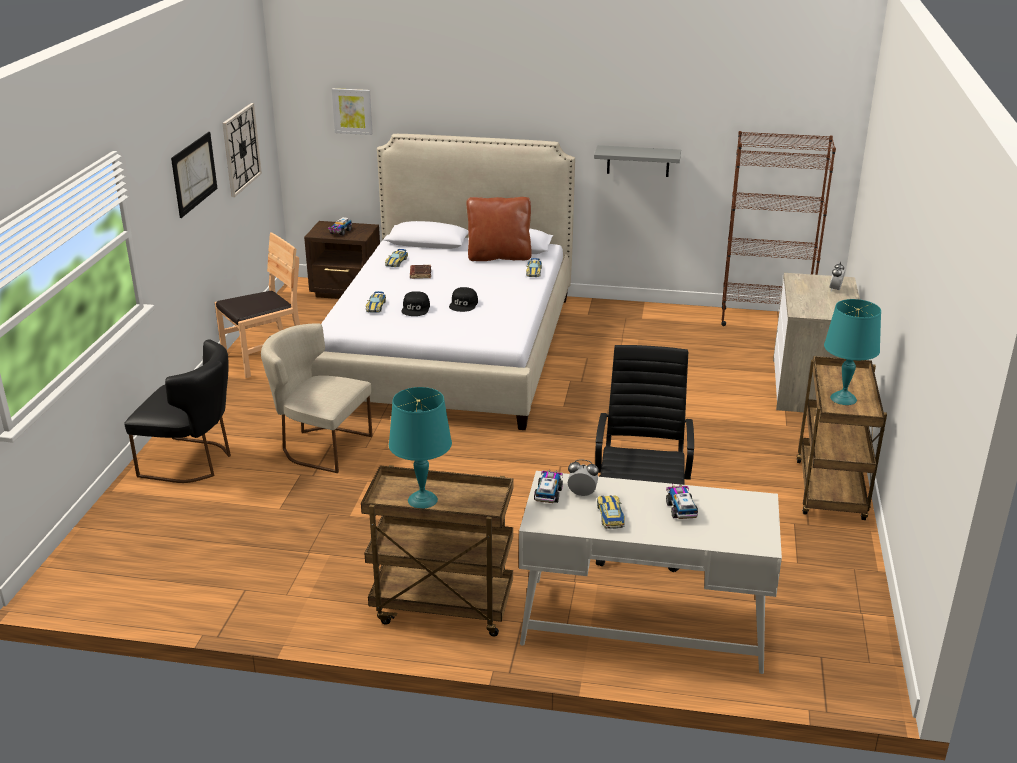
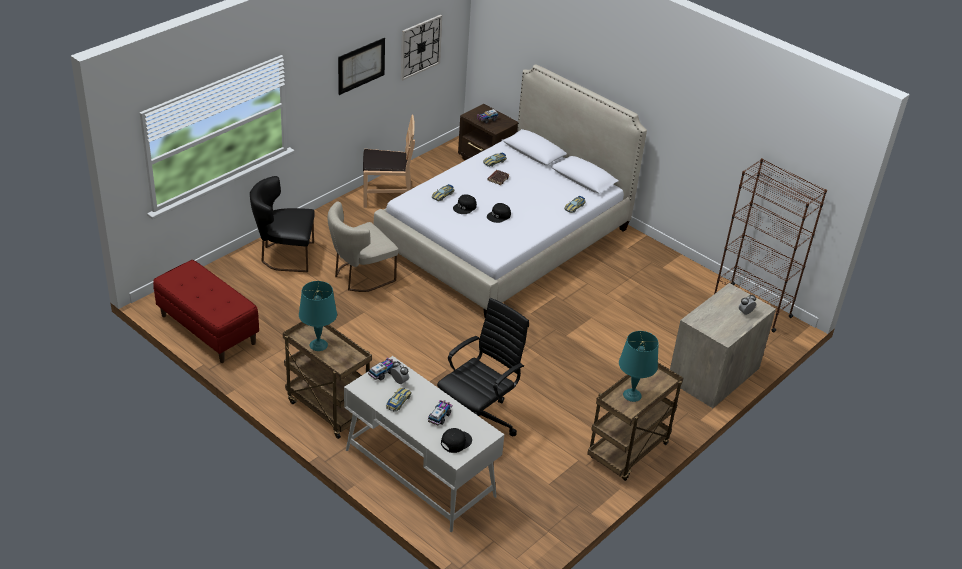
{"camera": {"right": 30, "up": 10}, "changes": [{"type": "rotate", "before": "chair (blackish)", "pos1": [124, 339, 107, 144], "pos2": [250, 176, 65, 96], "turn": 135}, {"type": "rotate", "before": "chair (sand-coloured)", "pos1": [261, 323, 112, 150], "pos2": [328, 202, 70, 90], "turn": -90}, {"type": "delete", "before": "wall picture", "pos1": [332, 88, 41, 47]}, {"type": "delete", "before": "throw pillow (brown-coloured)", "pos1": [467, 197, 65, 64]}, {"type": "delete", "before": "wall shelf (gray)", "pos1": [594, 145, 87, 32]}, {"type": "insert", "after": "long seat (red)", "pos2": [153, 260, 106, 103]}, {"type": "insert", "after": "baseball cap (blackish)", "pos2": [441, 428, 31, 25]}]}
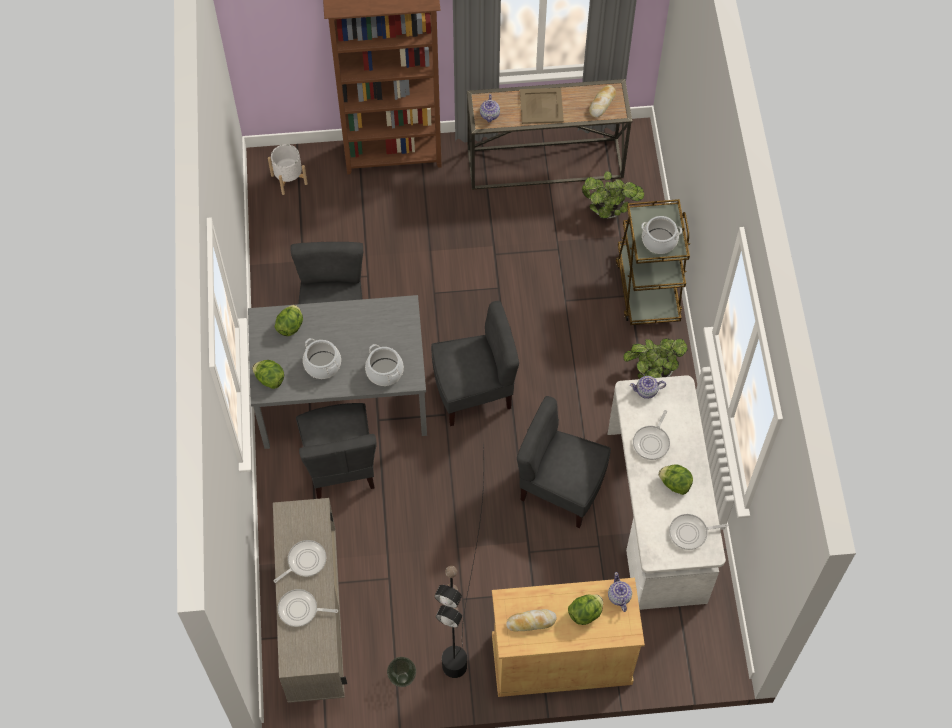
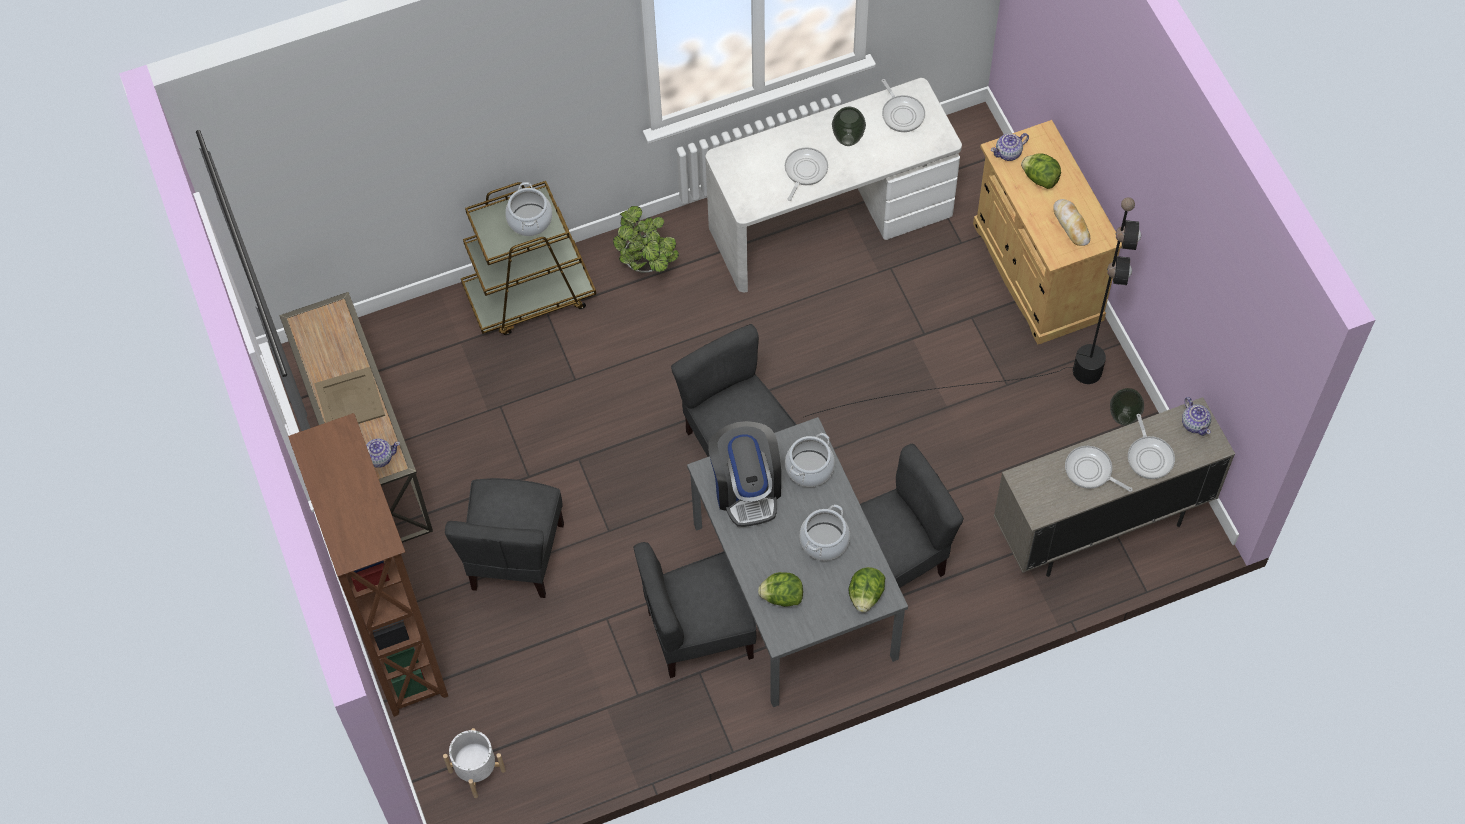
{"camera": {"right": -105, "up": 0}, "changes": [{"type": "move", "before": "chair (gray)", "pos1": [517, 396, 94, 132], "pos2": [445, 478, 119, 120]}, {"type": "delete", "before": "potted plant", "pos1": [582, 171, 62, 47]}, {"type": "delete", "before": "bakery bread", "pos1": [589, 85, 27, 33]}, {"type": "move", "before": "tea pot", "pos1": [630, 376, 36, 23], "pos2": [1182, 397, 29, 39]}, {"type": "rotate", "before": "frying pan", "pos1": [633, 410, 37, 50], "pos2": [785, 147, 43, 54], "turn": -75}, {"type": "replace", "before": "lettuce head", "after": "flower vase", "pos1": [658, 464, 35, 31], "pos2": [832, 107, 34, 39]}, {"type": "insert", "after": "coffee maker", "pos2": [708, 421, 73, 106]}]}
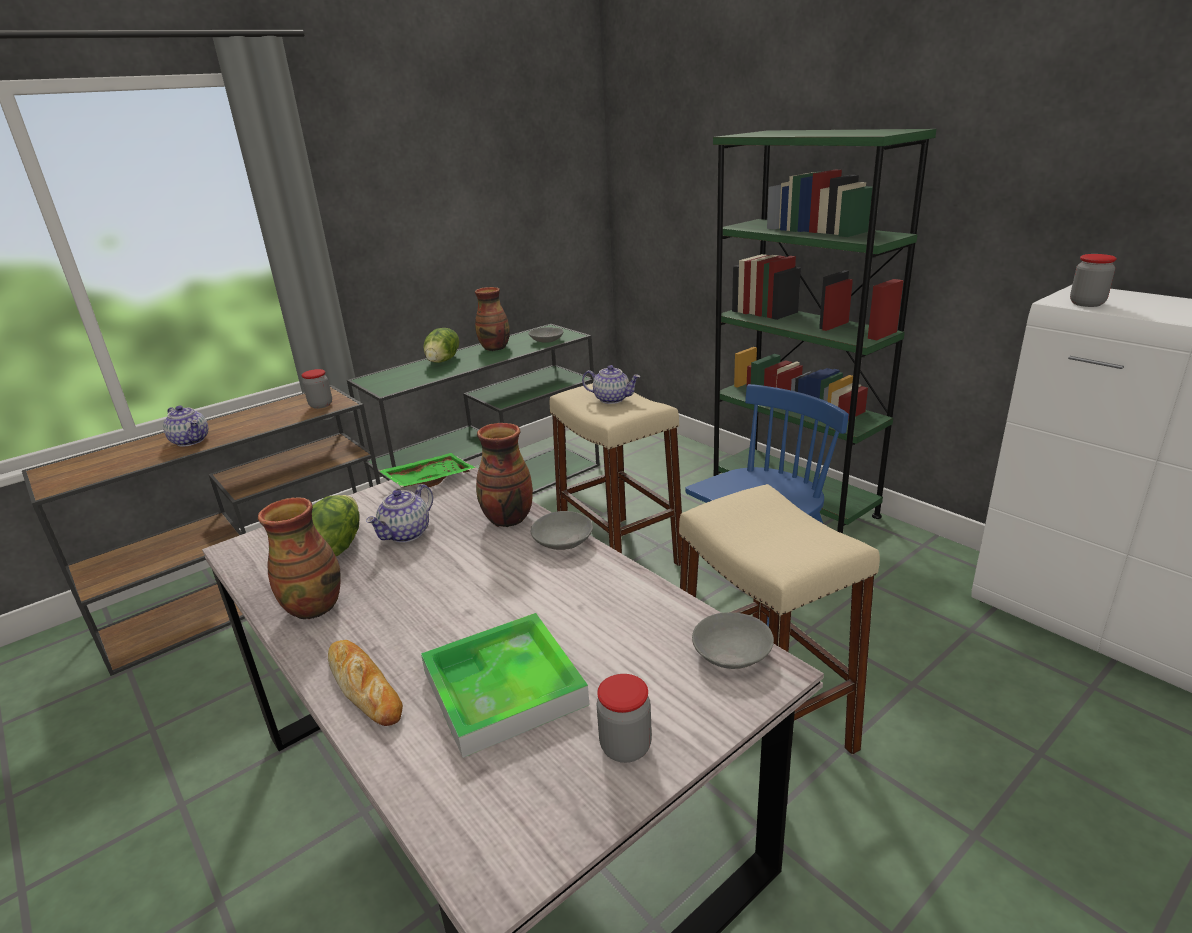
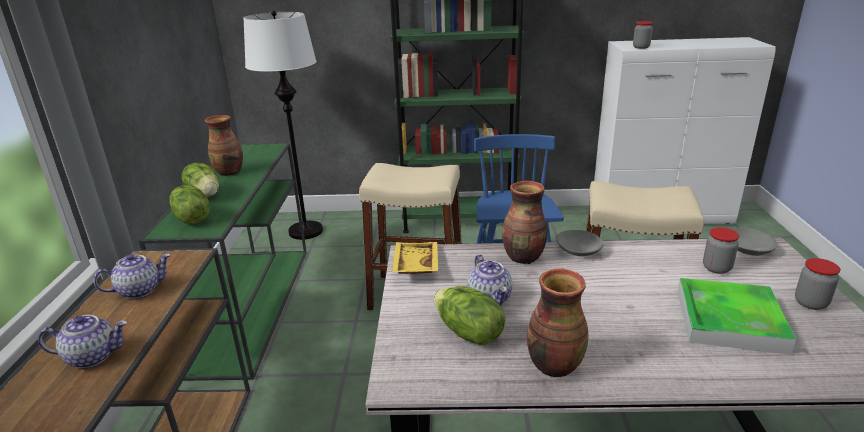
{"camera": {"right": -50, "up": 0}, "changes": [{"type": "move", "before": "storage jar", "pos1": [302, 369, 30, 40], "pos2": [703, 227, 36, 47]}, {"type": "delete", "before": "bakery bread", "pos1": [328, 640, 75, 86]}, {"type": "recolor", "before": "serving tray (greenish)", "after": "serving tray (yellowish)", "pos1": [378, 453, 97, 34], "pos2": [392, 242, 46, 32]}, {"type": "delete", "before": "serving bowl (gray)", "pos1": [528, 327, 36, 16]}, {"type": "move", "before": "tea pot", "pos1": [582, 365, 59, 39], "pos2": [94, 254, 77, 45]}, {"type": "insert", "after": "lettuce head", "pos2": [169, 186, 41, 38]}, {"type": "insert", "after": "floor lamp (whitish)", "pos2": [243, 11, 80, 229]}]}
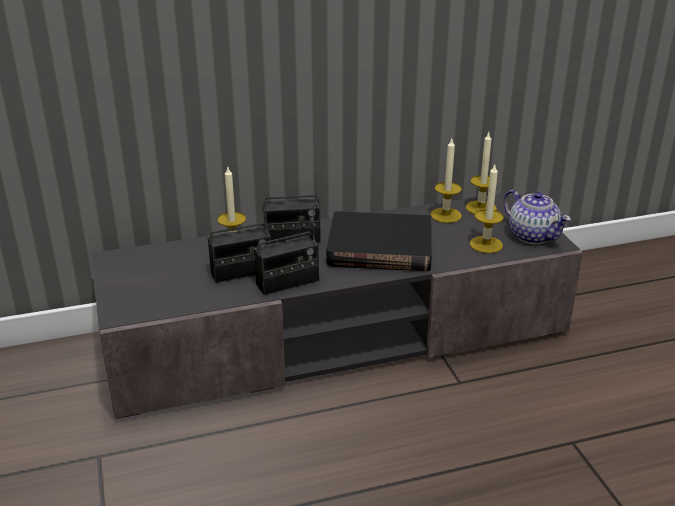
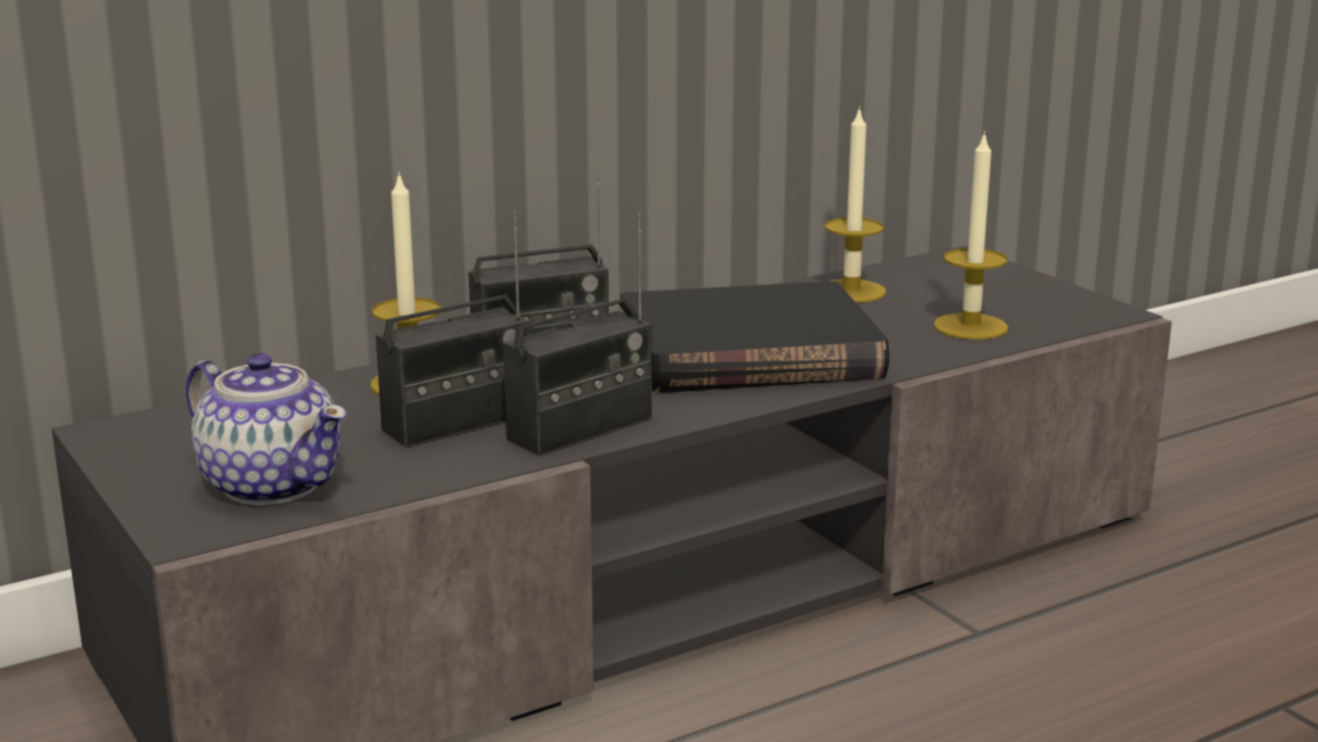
{"camera": {"right": -15, "up": -10}, "changes": [{"type": "delete", "before": "wax light", "pos1": [466, 133, 31, 81]}, {"type": "move", "before": "tea pot", "pos1": [503, 190, 68, 54], "pos2": [186, 353, 161, 152]}]}
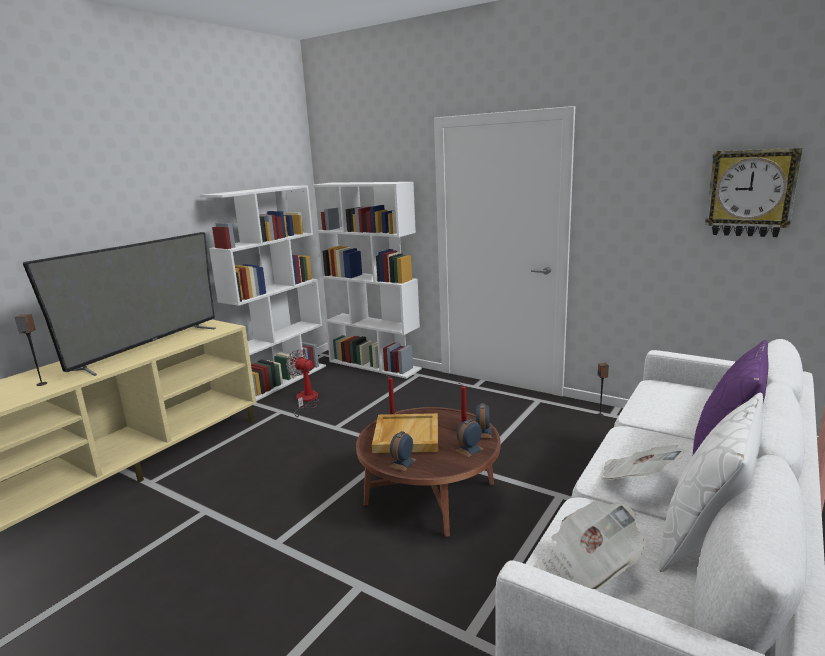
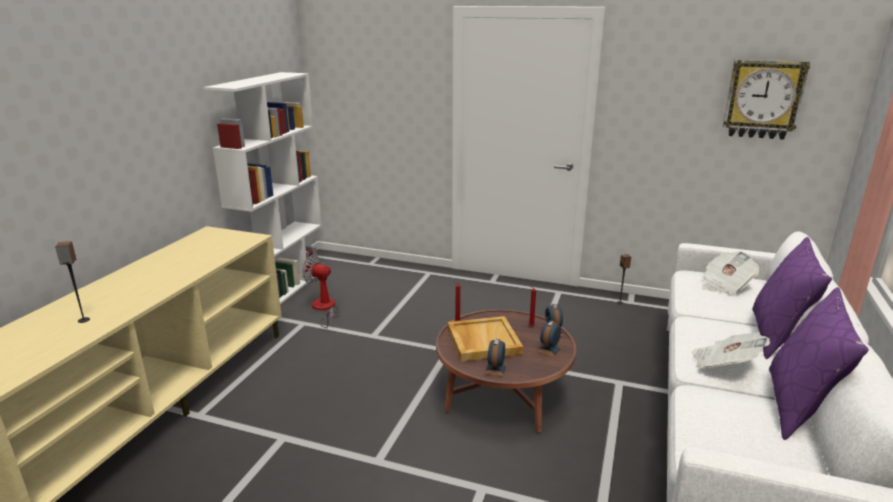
{"camera": {"right": -15, "up": 5}, "changes": [{"type": "delete", "before": "TV", "pos1": [23, 232, 193, 144]}, {"type": "delete", "before": "bookshelf (whitish)", "pos1": [312, 182, 110, 197]}, {"type": "move", "before": "printed paper", "pos1": [539, 501, 105, 89], "pos2": [702, 251, 58, 43]}, {"type": "recolor", "before": "throw pillow (whitish)", "after": "throw pillow (purple)", "pos1": [659, 393, 104, 179], "pos2": [769, 287, 100, 153]}]}
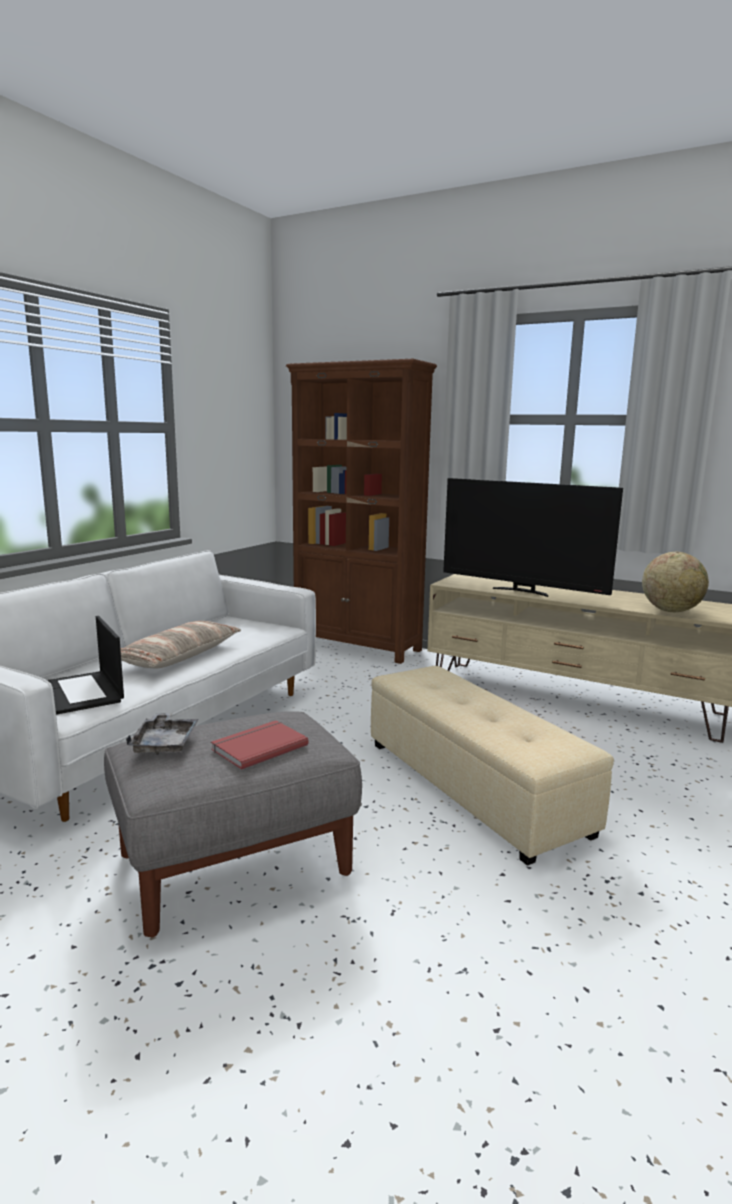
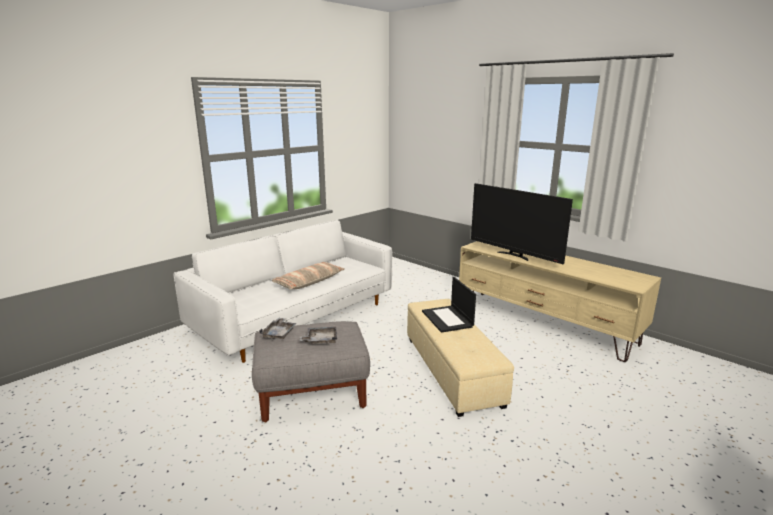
{"camera": {"right": 15, "up": 5}, "changes": [{"type": "move", "before": "portable computer", "pos1": [47, 616, 77, 99], "pos2": [422, 277, 54, 56]}, {"type": "replace", "before": "bound book (red)", "after": "serving tray (gray)", "pos1": [211, 721, 97, 49], "pos2": [299, 327, 38, 17]}, {"type": "delete", "before": "bookshelf (brown-coloured)", "pos1": [286, 359, 151, 305]}, {"type": "delete", "before": "desk globe", "pos1": [642, 552, 67, 60]}]}
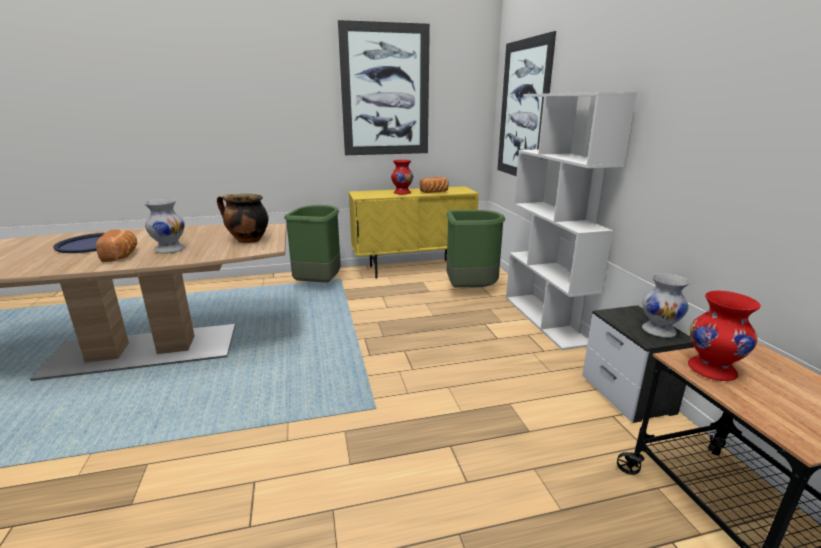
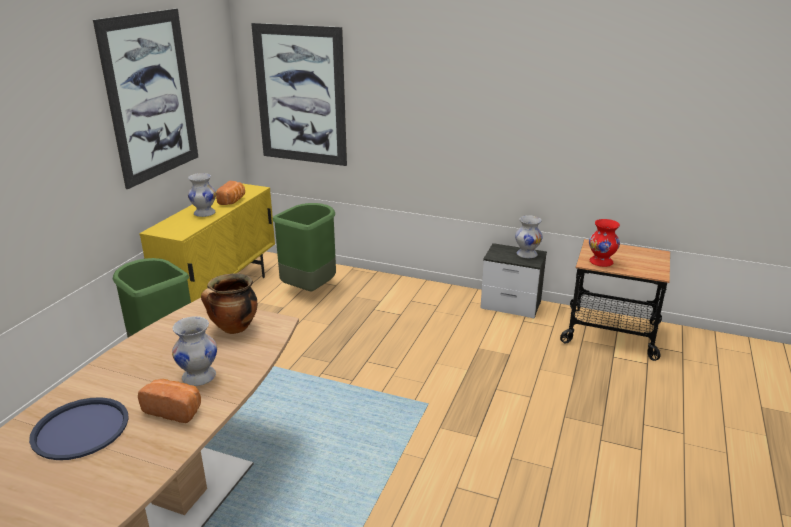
{"camera": {"right": -55, "up": 5}, "changes": [{"type": "recolor", "before": "flower vase (red)", "after": "flower vase (whitish)", "pos1": [391, 160, 22, 34], "pos2": [188, 173, 28, 44]}, {"type": "delete", "before": "bookshelf (whitish)", "pos1": [506, 92, 131, 258]}]}
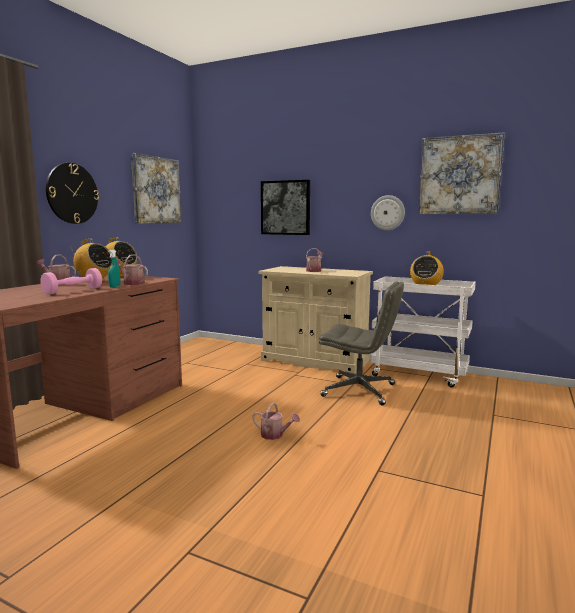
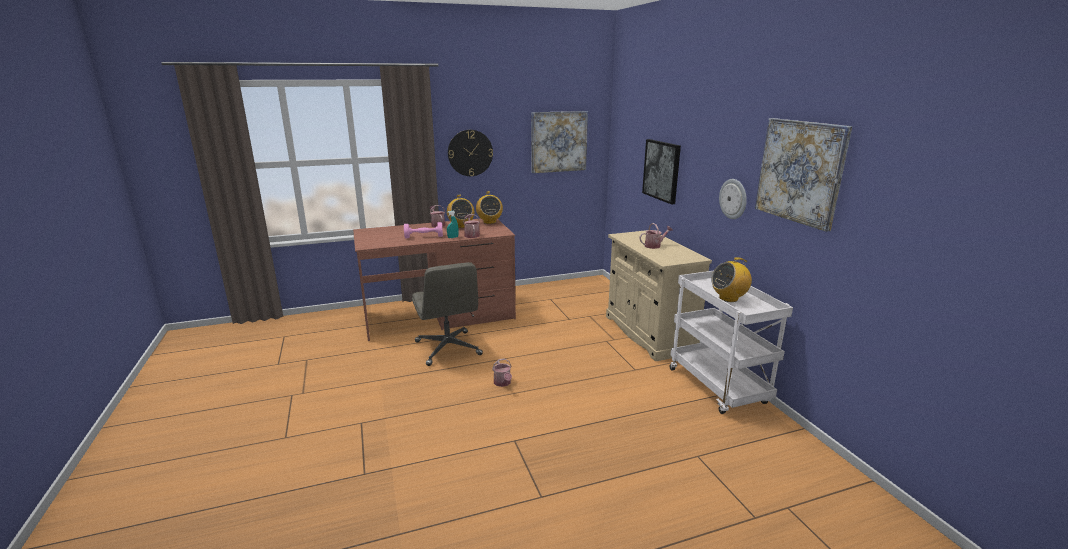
{"camera": {"right": 45, "up": 10}, "changes": [{"type": "move", "before": "desk chair (gray)", "pos1": [319, 281, 85, 124], "pos2": [412, 262, 71, 104]}]}
